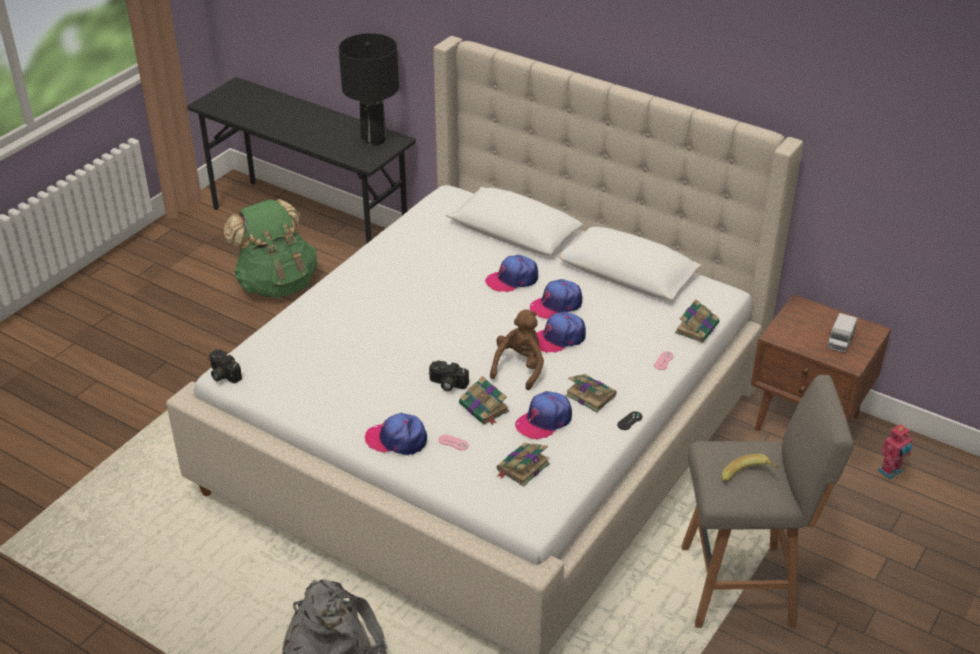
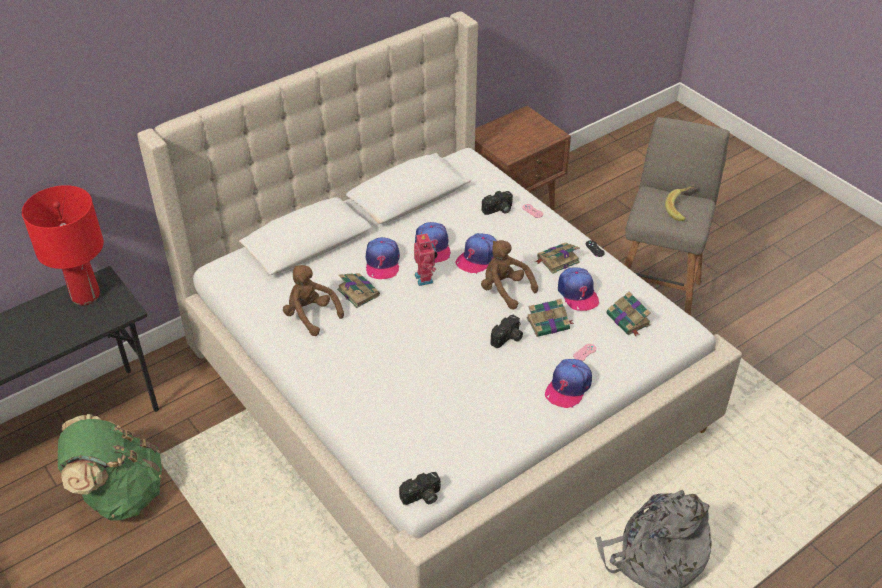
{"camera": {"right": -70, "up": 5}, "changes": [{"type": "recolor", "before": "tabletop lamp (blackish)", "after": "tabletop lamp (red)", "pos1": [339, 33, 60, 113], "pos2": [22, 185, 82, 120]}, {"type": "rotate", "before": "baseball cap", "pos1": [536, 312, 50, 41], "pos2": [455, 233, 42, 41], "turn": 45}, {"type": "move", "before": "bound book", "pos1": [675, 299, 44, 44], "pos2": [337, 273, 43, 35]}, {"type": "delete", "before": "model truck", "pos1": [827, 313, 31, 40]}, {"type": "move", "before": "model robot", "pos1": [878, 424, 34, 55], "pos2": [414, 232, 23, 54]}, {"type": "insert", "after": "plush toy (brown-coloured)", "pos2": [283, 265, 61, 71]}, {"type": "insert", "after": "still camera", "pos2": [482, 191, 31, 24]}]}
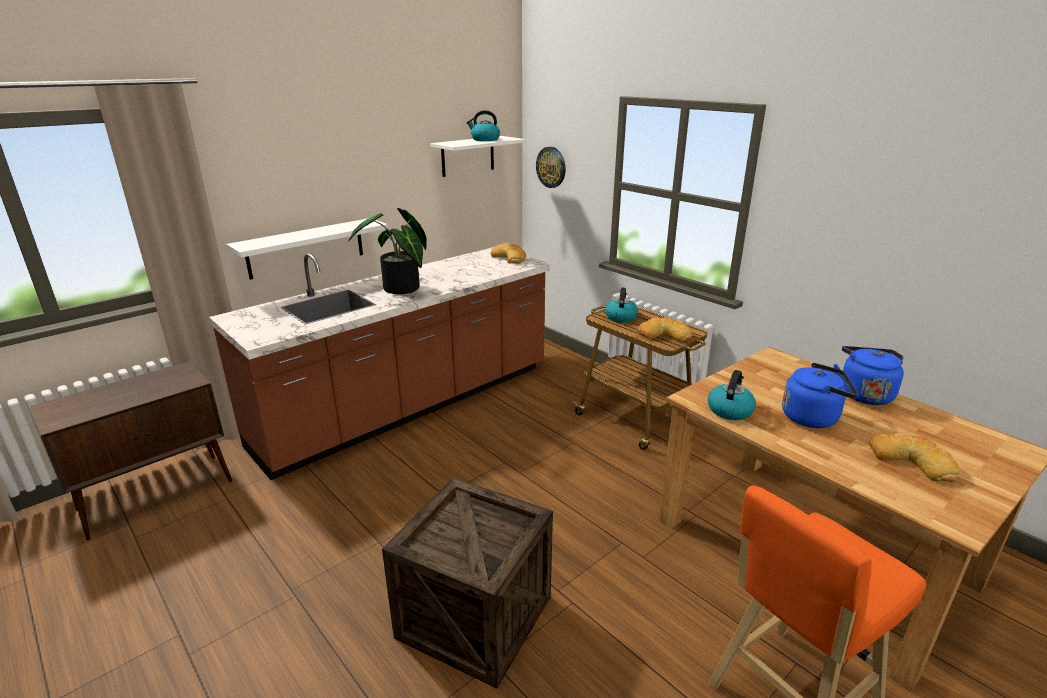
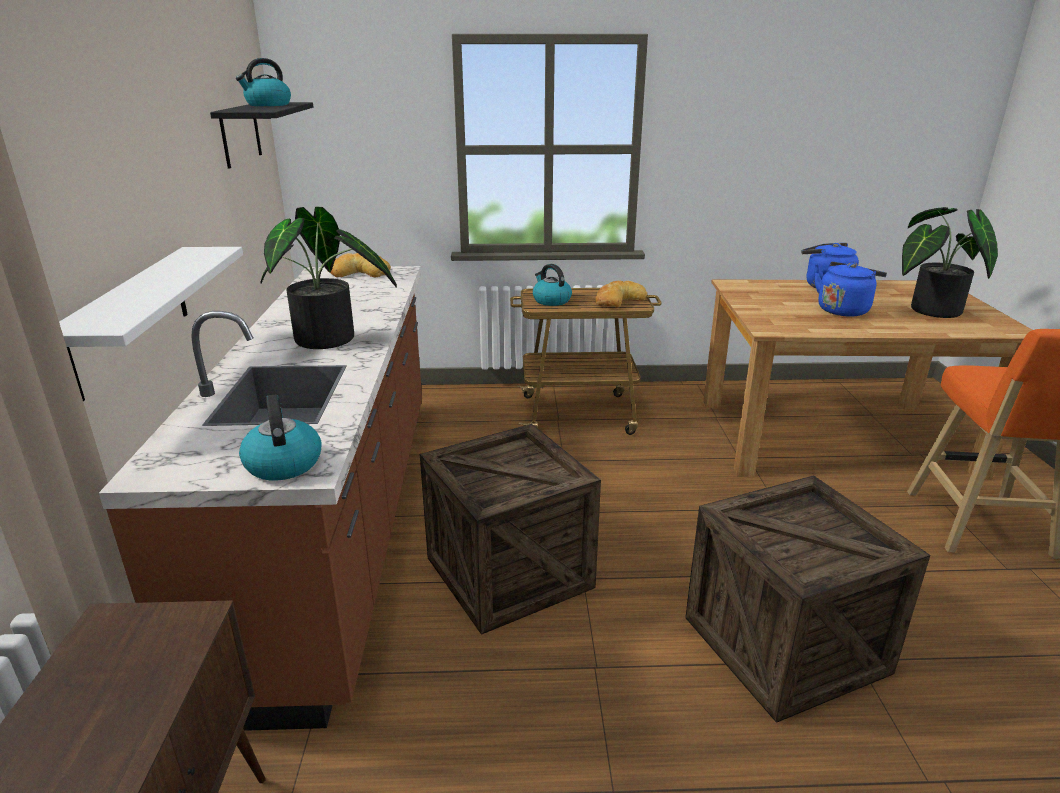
{"camera": {"right": -50, "up": 0}, "changes": [{"type": "recolor", "before": "wall shelf (whitish)", "after": "wall shelf (blackish)", "pos1": [430, 136, 95, 41], "pos2": [210, 102, 103, 66]}, {"type": "delete", "before": "clock on the wall", "pos1": [536, 147, 30, 41]}, {"type": "move", "before": "water kettle", "pos1": [708, 370, 48, 50], "pos2": [239, 394, 82, 86]}, {"type": "replace", "before": "bakery bread", "after": "potted plant", "pos1": [869, 432, 91, 50], "pos2": [902, 207, 96, 111]}, {"type": "insert", "after": "shipping crate", "pos2": [420, 424, 181, 211]}]}
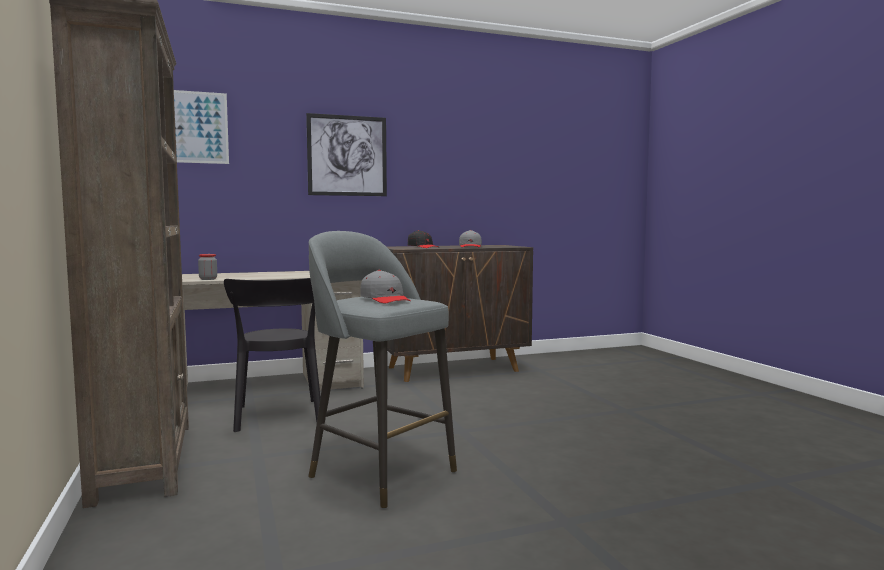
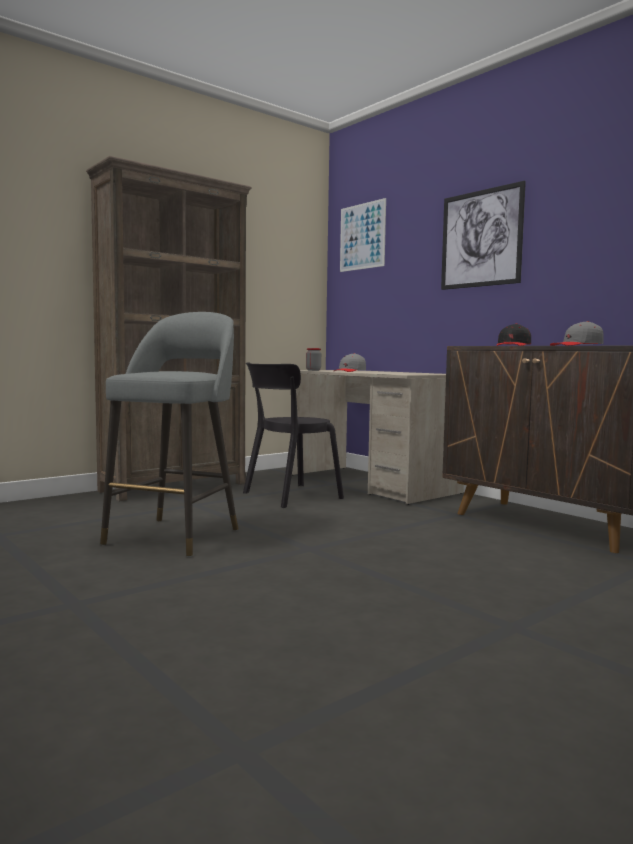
{"camera": {"right": 70, "up": 0}, "changes": [{"type": "move", "before": "baseball cap (gray)", "pos1": [360, 270, 51, 33], "pos2": [334, 353, 32, 19]}]}
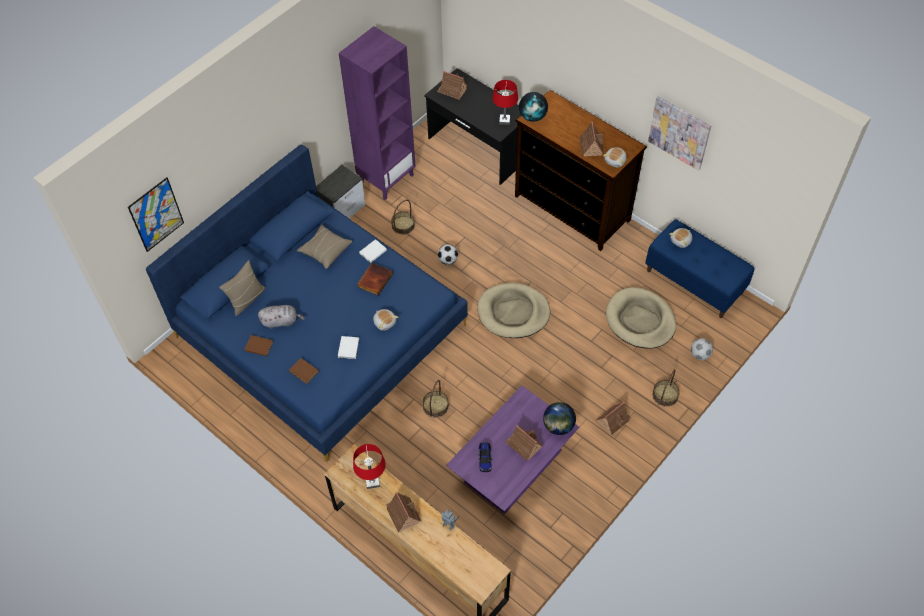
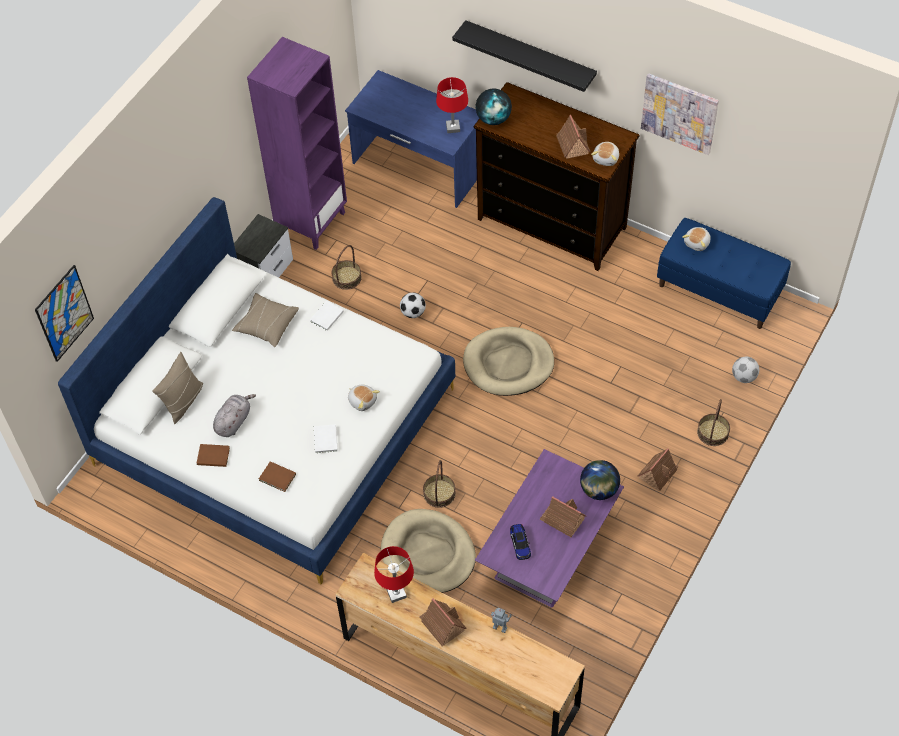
{"camera": {"right": -10, "up": 0}, "changes": [{"type": "recolor", "before": "sleeping bed (blue)", "after": "sleeping bed (whitish)", "pos1": [146, 144, 322, 318], "pos2": [58, 197, 397, 387]}, {"type": "rotate", "before": "plush toy (gray)", "pos1": [258, 305, 47, 24], "pos2": [213, 394, 43, 43], "turn": -45}, {"type": "delete", "before": "bound book", "pos1": [357, 263, 36, 33]}, {"type": "recolor", "before": "desk table (blackish)", "after": "desk table (blue)", "pos1": [424, 68, 97, 117], "pos2": [345, 70, 134, 138]}, {"type": "delete", "before": "toy house", "pos1": [437, 71, 31, 28]}, {"type": "move", "before": "dog bed (sand-coloured)", "pos1": [606, 287, 70, 62], "pos2": [381, 509, 95, 84]}, {"type": "insert", "after": "wall shelf (blackish)", "pos2": [452, 20, 145, 72]}]}
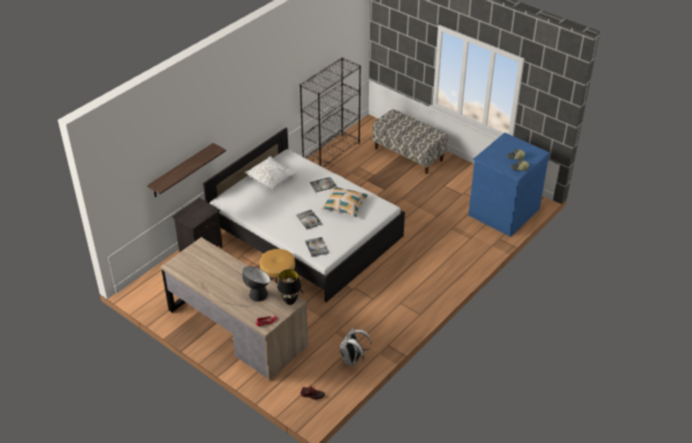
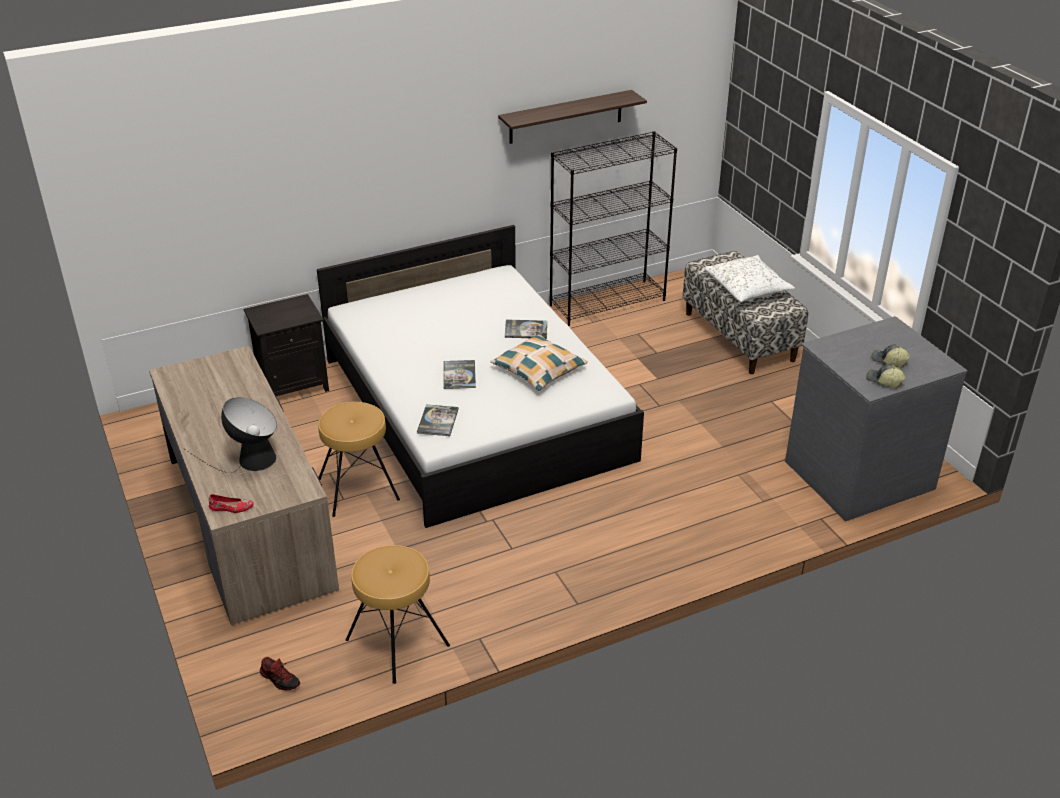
{"camera": {"right": 25, "up": -5}, "changes": [{"type": "move", "before": "wall shelf", "pos1": [147, 143, 79, 54], "pos2": [498, 90, 149, 54]}, {"type": "move", "before": "throw pillow (whitish)", "pos1": [245, 156, 53, 33], "pos2": [705, 255, 90, 47]}, {"type": "delete", "before": "tabletop lamp (blackish)", "pos1": [277, 269, 24, 36]}, {"type": "replace", "before": "knapsack (whitish)", "after": "sitting stool (brown-coloured)", "pos1": [340, 328, 31, 38], "pos2": [346, 545, 104, 139]}, {"type": "recolor", "before": "drawer chest (blue)", "after": "drawer chest (gray)", "pos1": [468, 133, 82, 104], "pos2": [785, 316, 183, 205]}]}
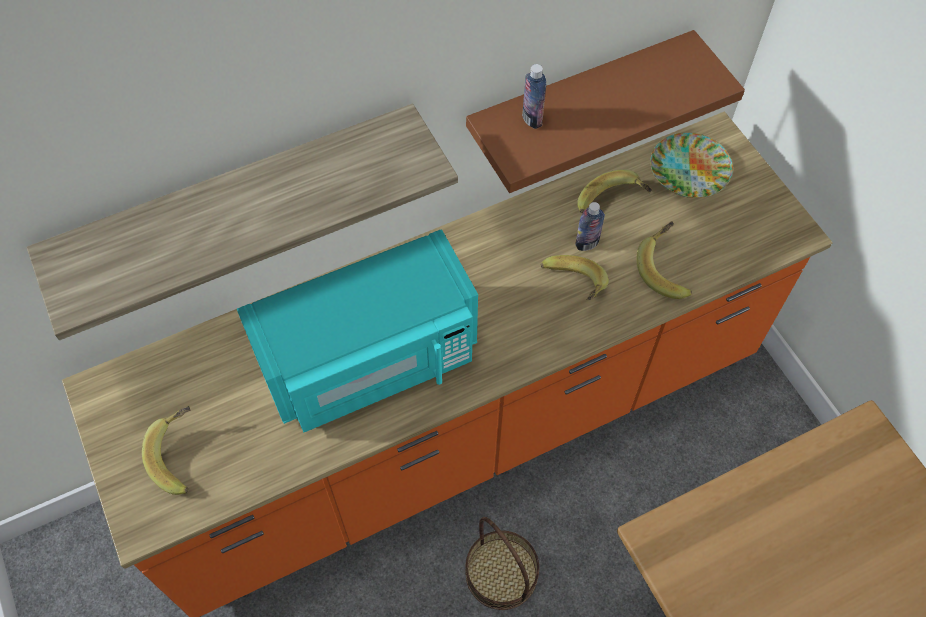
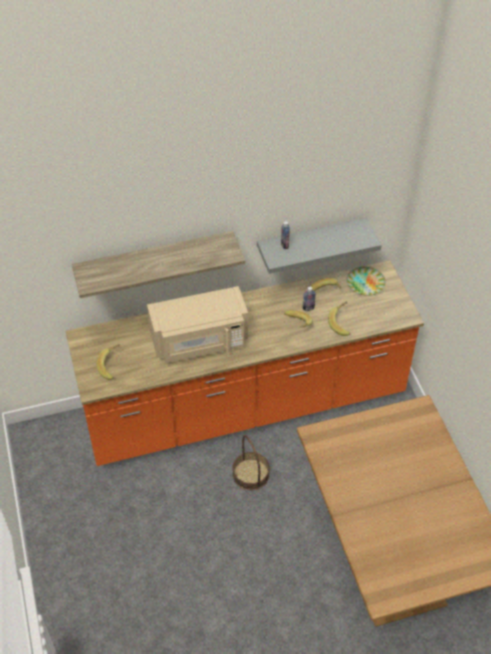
{"camera": {"right": 10, "up": -10}, "changes": [{"type": "recolor", "before": "microwave (turquoise-coloured)", "after": "microwave (sand-coloured)", "pos1": [237, 229, 241, 204], "pos2": [147, 286, 101, 77]}, {"type": "recolor", "before": "wall shelf (brown-coloured)", "after": "wall shelf (gray)", "pos1": [466, 30, 279, 163], "pos2": [257, 218, 125, 56]}]}
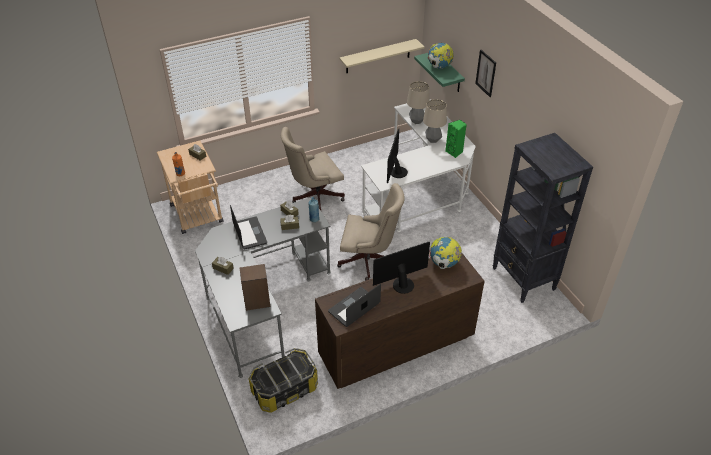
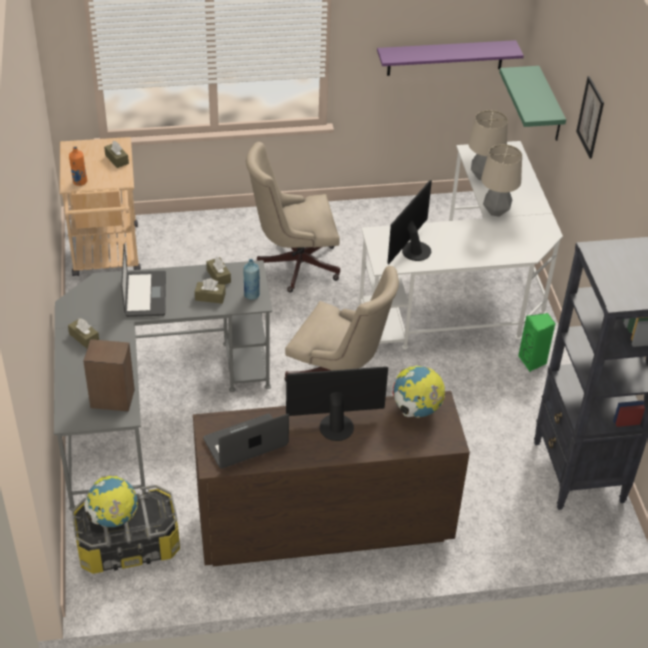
{"camera": {"right": 15, "up": 0}, "changes": [{"type": "recolor", "before": "wall shelf (sand-coloured)", "after": "wall shelf (purple)", "pos1": [339, 39, 85, 34], "pos2": [377, 40, 147, 36]}, {"type": "move", "before": "desk globe", "pos1": [428, 43, 26, 26], "pos2": [84, 476, 54, 51]}, {"type": "move", "before": "audio speaker (greenish)", "pos1": [445, 120, 22, 38], "pos2": [518, 313, 38, 59]}]}
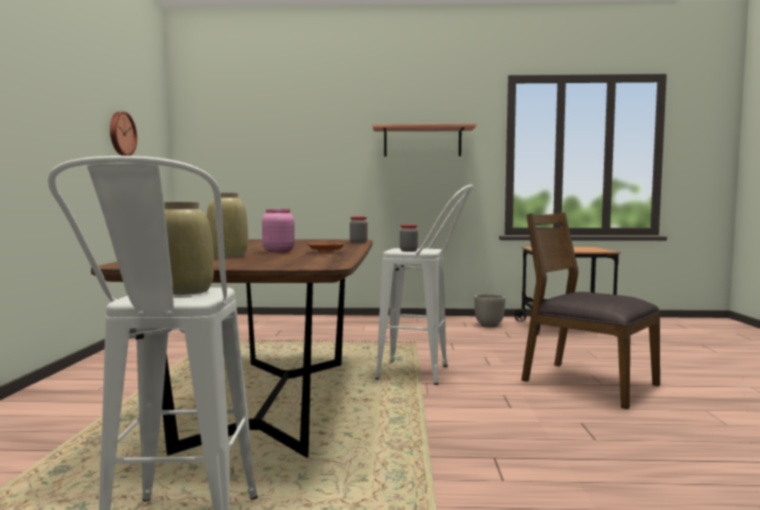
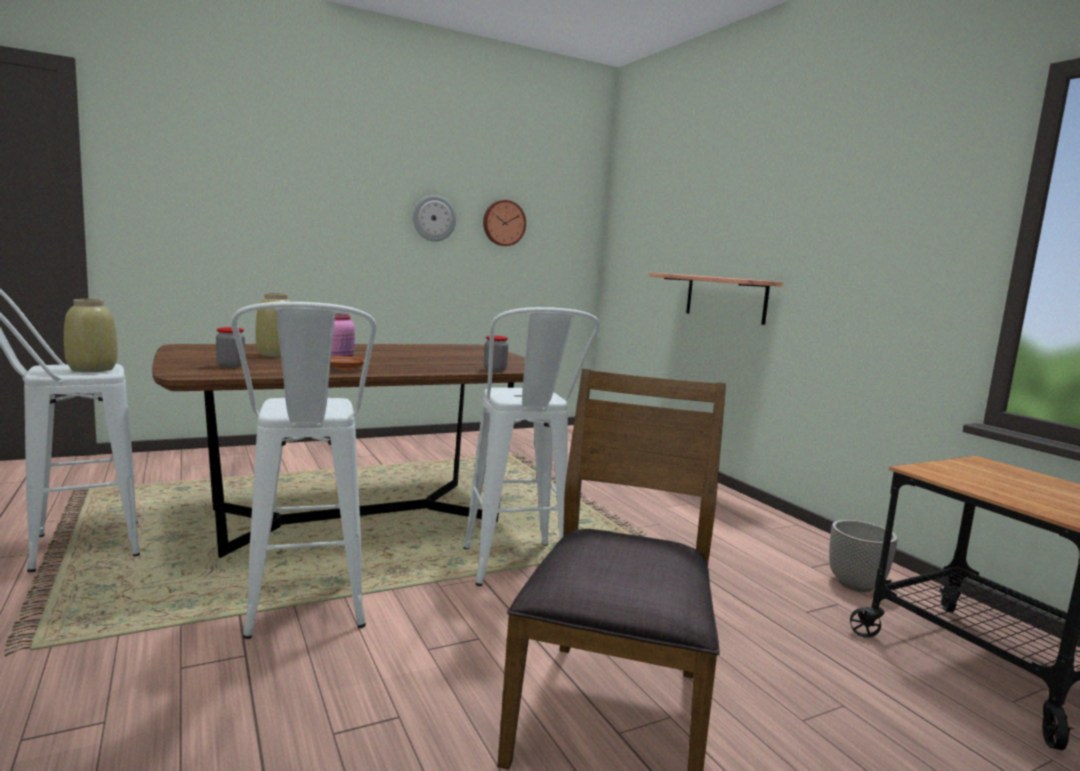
{"camera": {"right": 60, "up": 5}, "changes": [{"type": "move", "before": "wall shelf", "pos1": [372, 124, 104, 33], "pos2": [649, 273, 134, 52]}, {"type": "move", "before": "storage jar", "pos1": [400, 225, 18, 27], "pos2": [216, 327, 29, 41]}, {"type": "insert", "after": "sitting stool (whitish)", "pos2": [231, 302, 145, 337]}, {"type": "insert", "after": "clock on the wall", "pos2": [413, 195, 43, 47]}]}
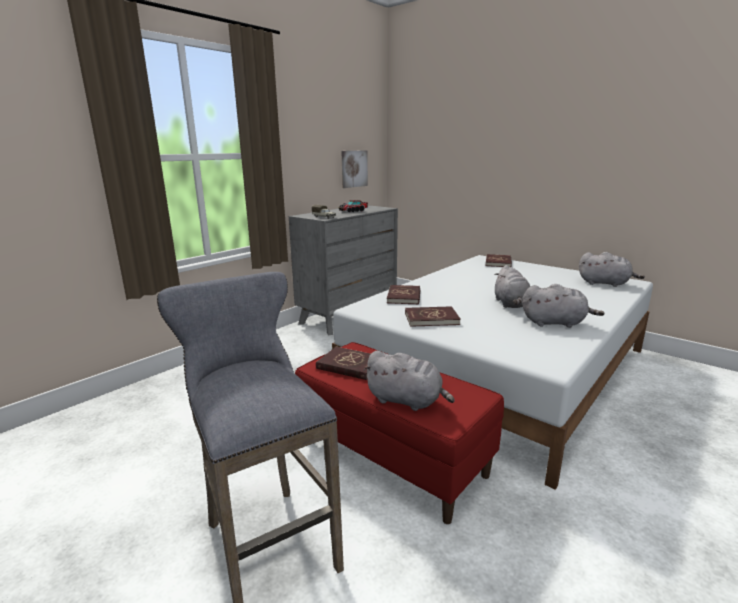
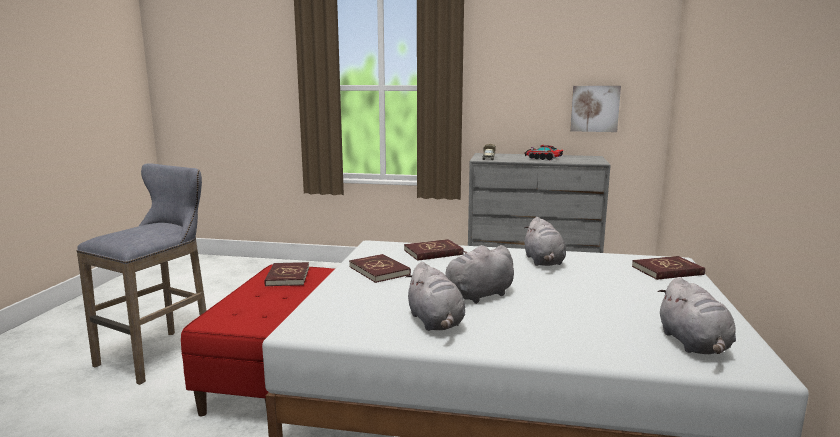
{"camera": {"right": 60, "up": -5}, "changes": [{"type": "move", "before": "plush toy (gray)", "pos1": [363, 351, 92, 60], "pos2": [524, 217, 42, 49]}]}
